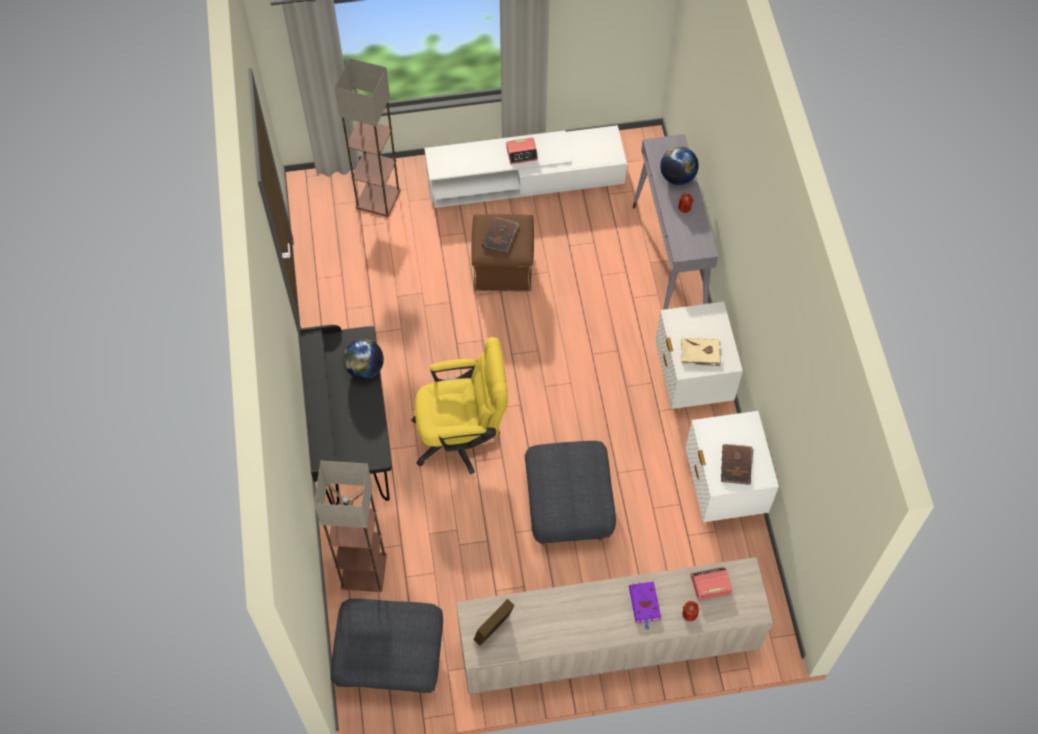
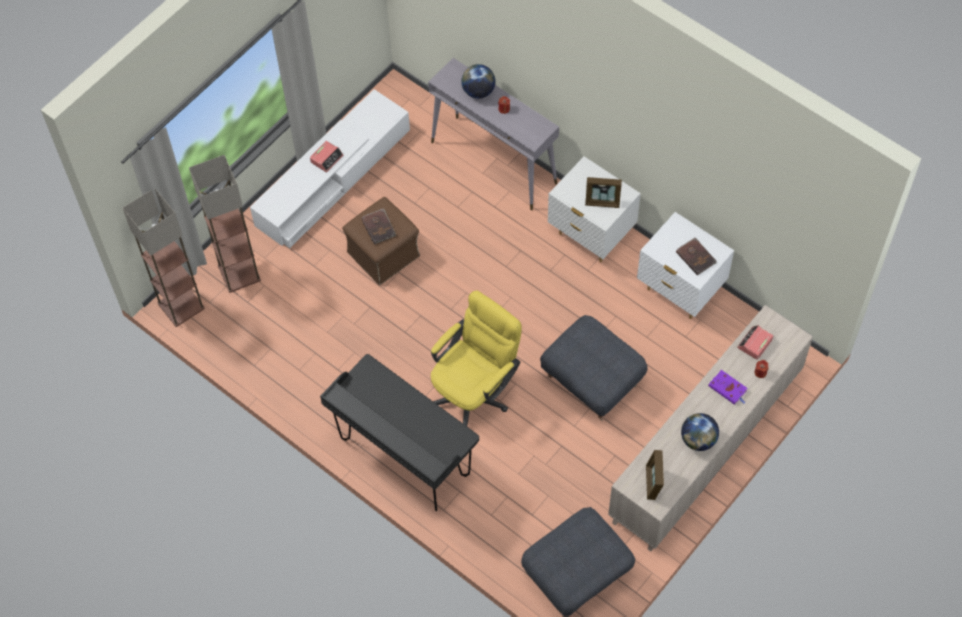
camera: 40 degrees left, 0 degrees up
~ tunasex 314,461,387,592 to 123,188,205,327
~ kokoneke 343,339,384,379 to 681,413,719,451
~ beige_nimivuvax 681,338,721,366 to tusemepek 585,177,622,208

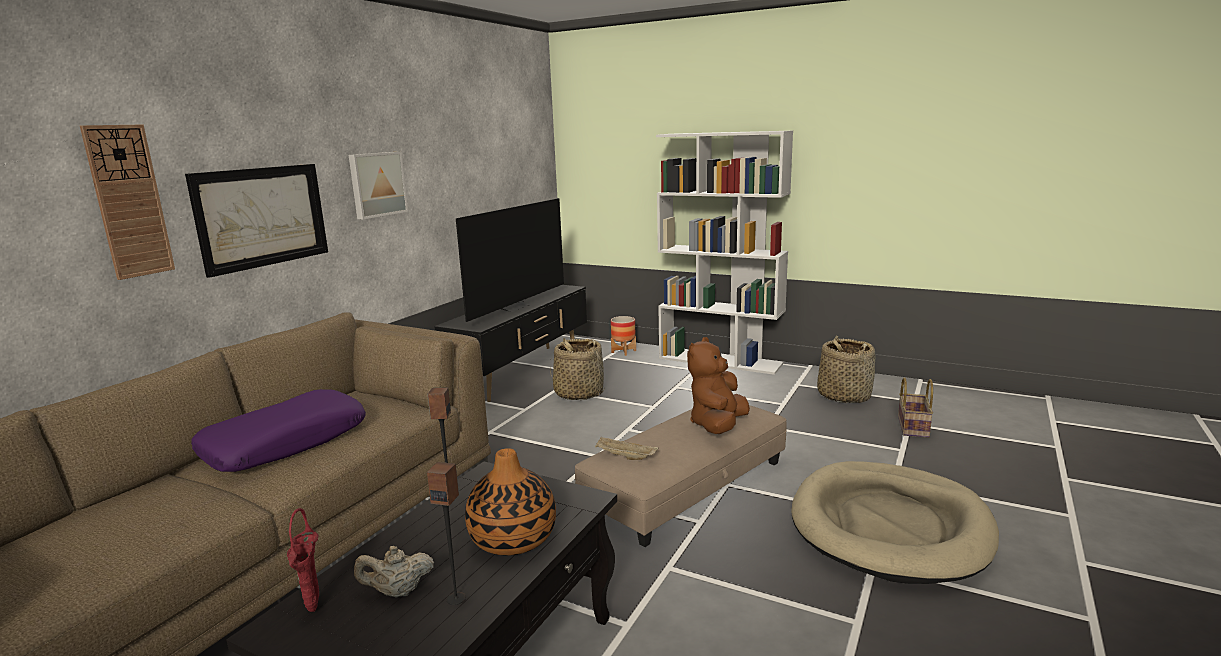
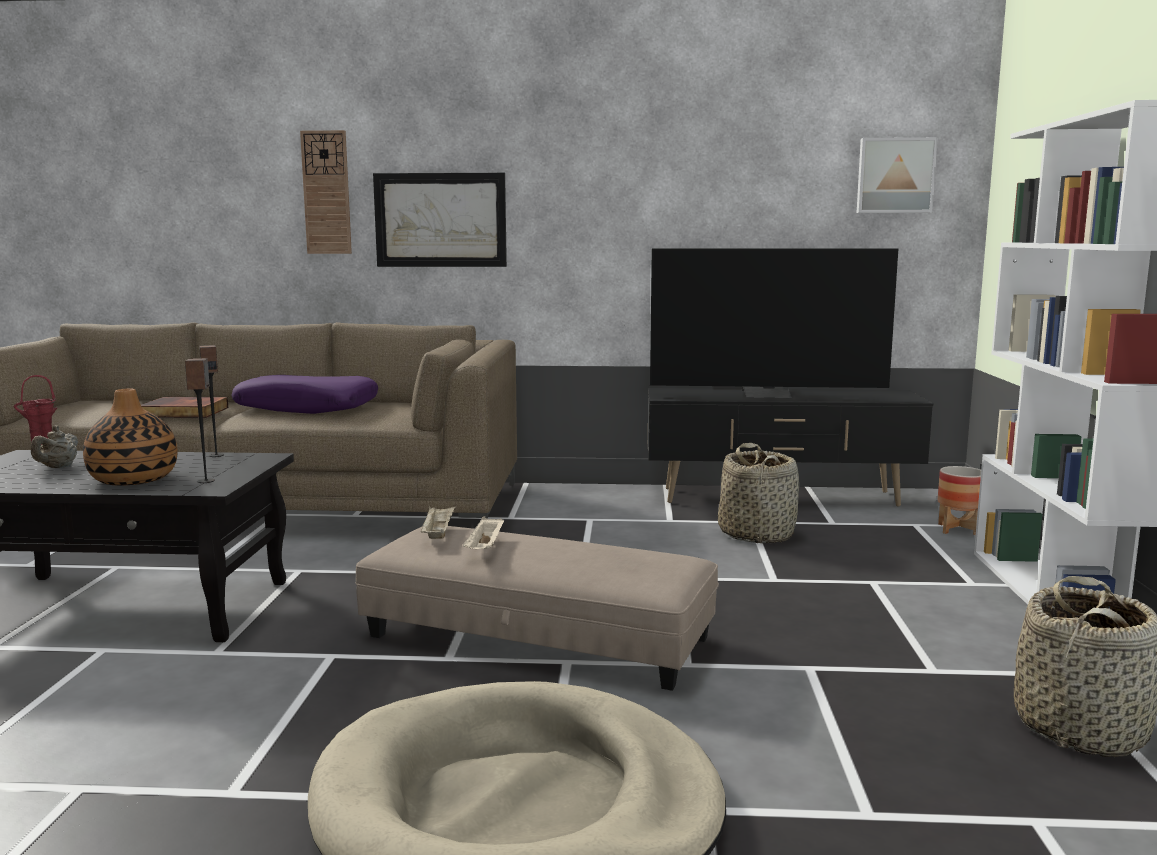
camera: 65 degrees right, 5 degrees down
~ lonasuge 349,152,408,219 to 857,137,938,213
~ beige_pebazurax 354,546,434,598 = 31,425,78,468 135 degrees counterclockwise
~ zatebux 427,462,466,605 to 185,358,215,483
- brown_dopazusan 687,337,750,434
- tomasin 898,377,933,438
+ nimivuvax 141,397,228,418
+ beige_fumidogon 463,516,504,549

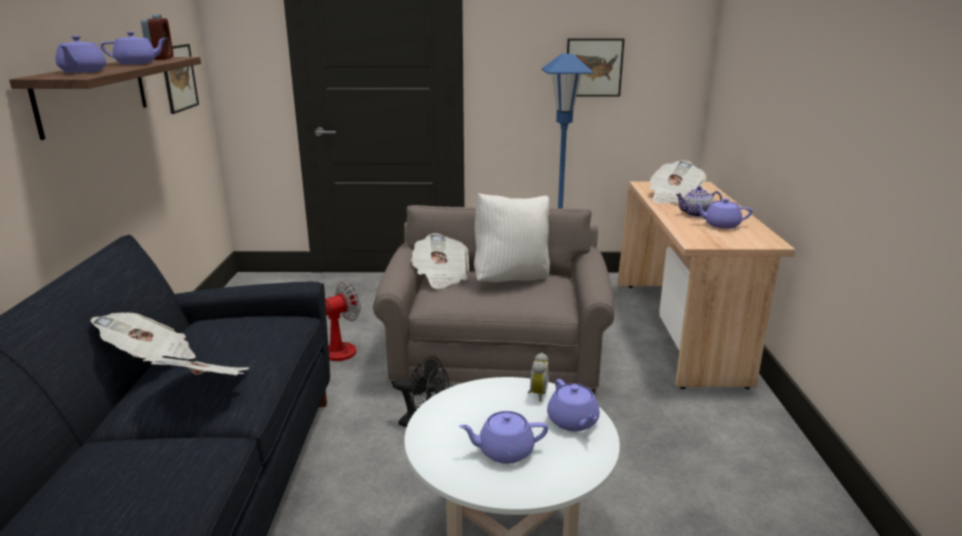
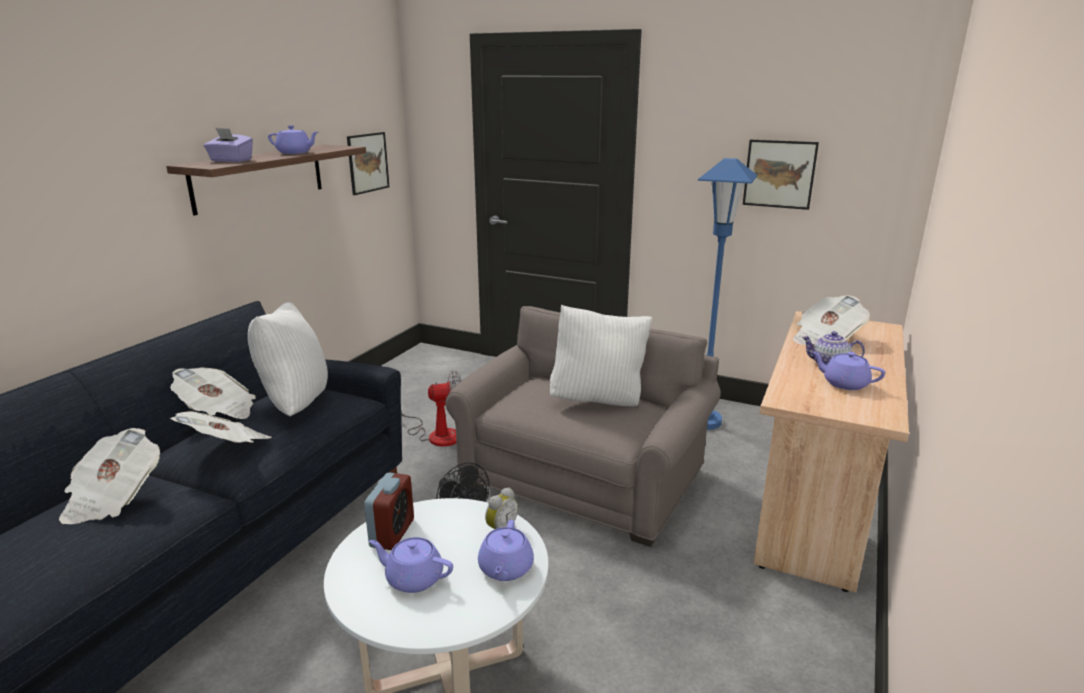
camera: 25 degrees right, 0 degrees up
~ purple_pebazurax 56,36,106,73 to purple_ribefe 204,128,253,162
~ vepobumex 141,14,174,60 to 364,473,414,550
~ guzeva 411,233,469,289 to 59,428,160,524
+ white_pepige 248,302,328,416

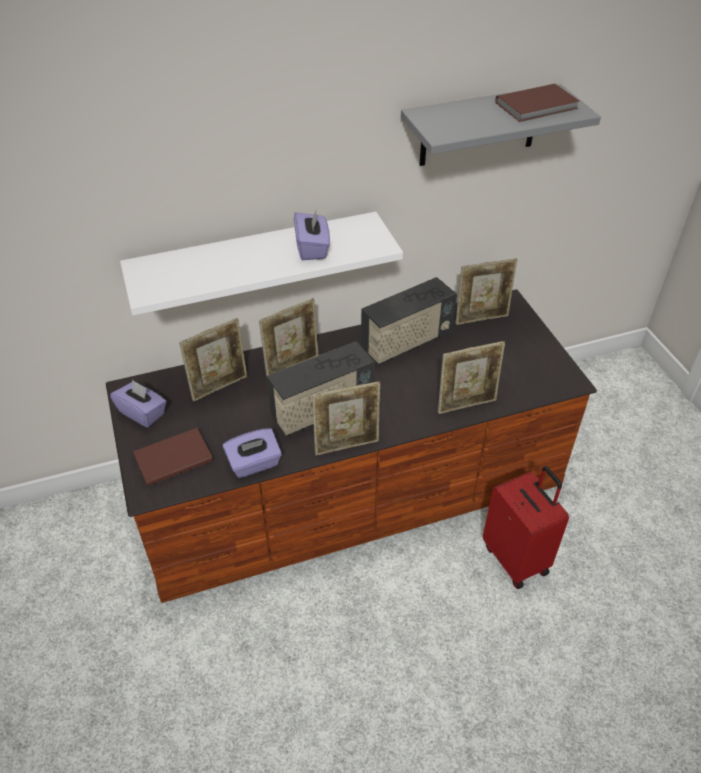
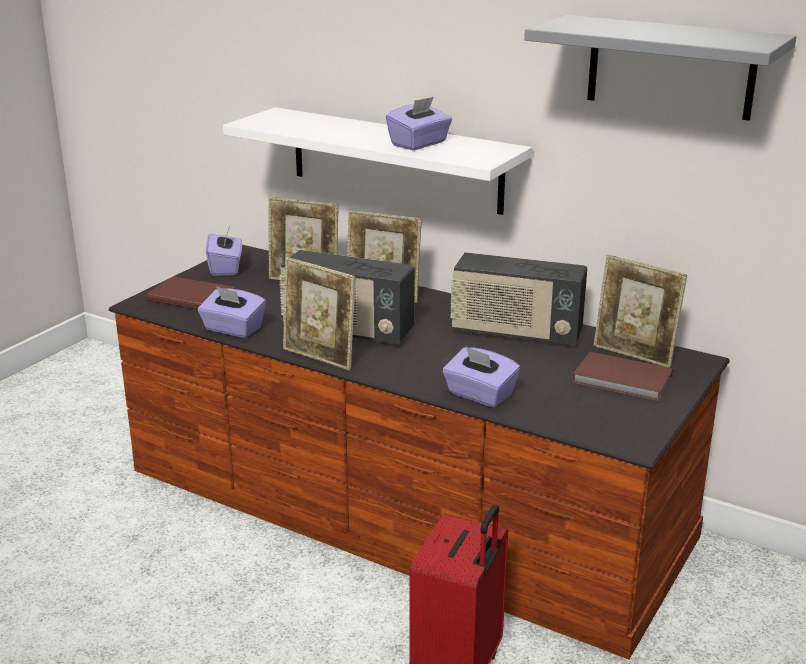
camera: 50 degrees right, 20 degrees down
~ tusemepek 438,341,505,414 to purple_ribefe 443,346,520,407
~ brown_nimivuvax 495,84,579,122 to 572,352,673,401

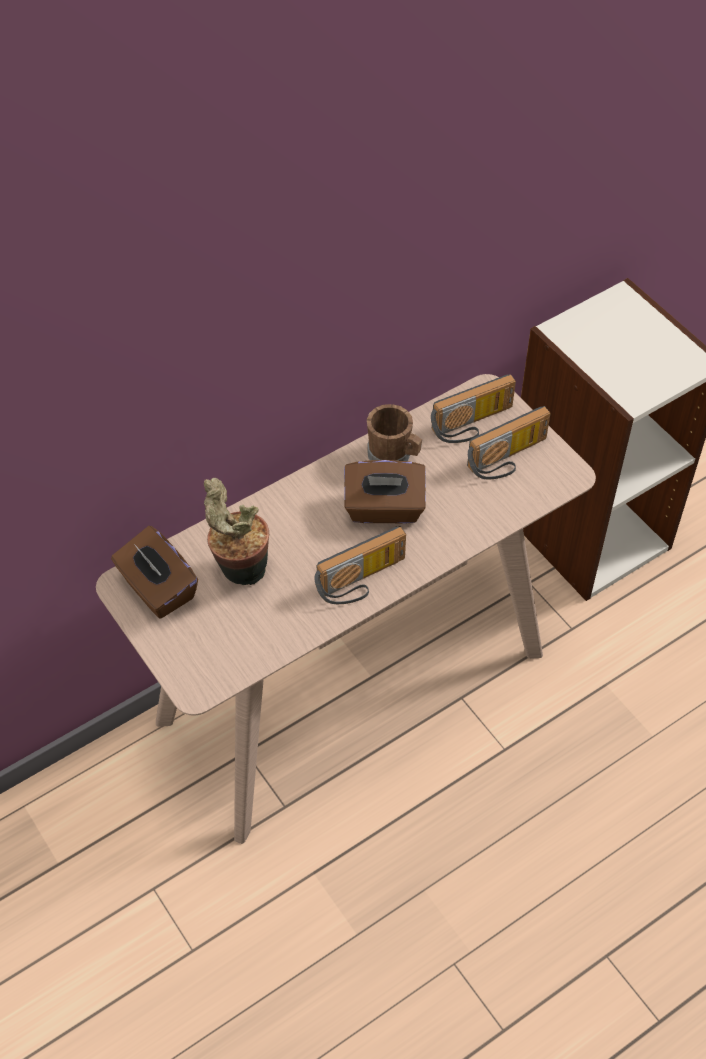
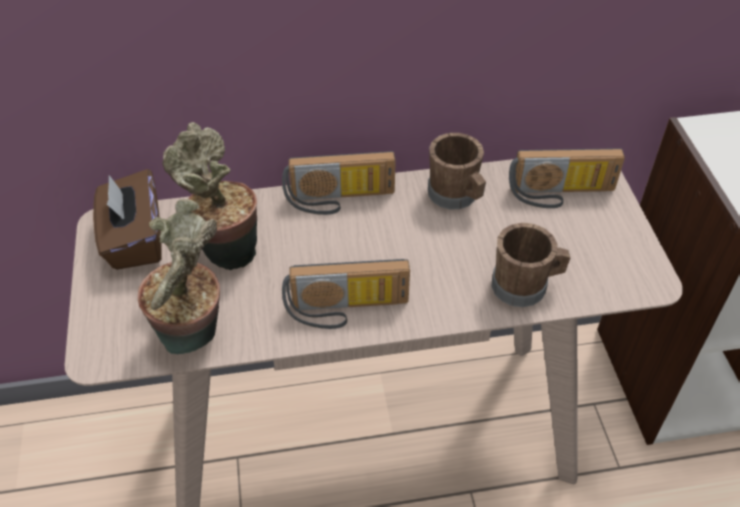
camera: 25 degrees right, 5 degrees down
- brown_ribefe 344,460,426,524
~ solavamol 467,406,550,479 to 282,151,396,215
+ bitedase 138,199,220,355
+ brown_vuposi 491,223,570,307

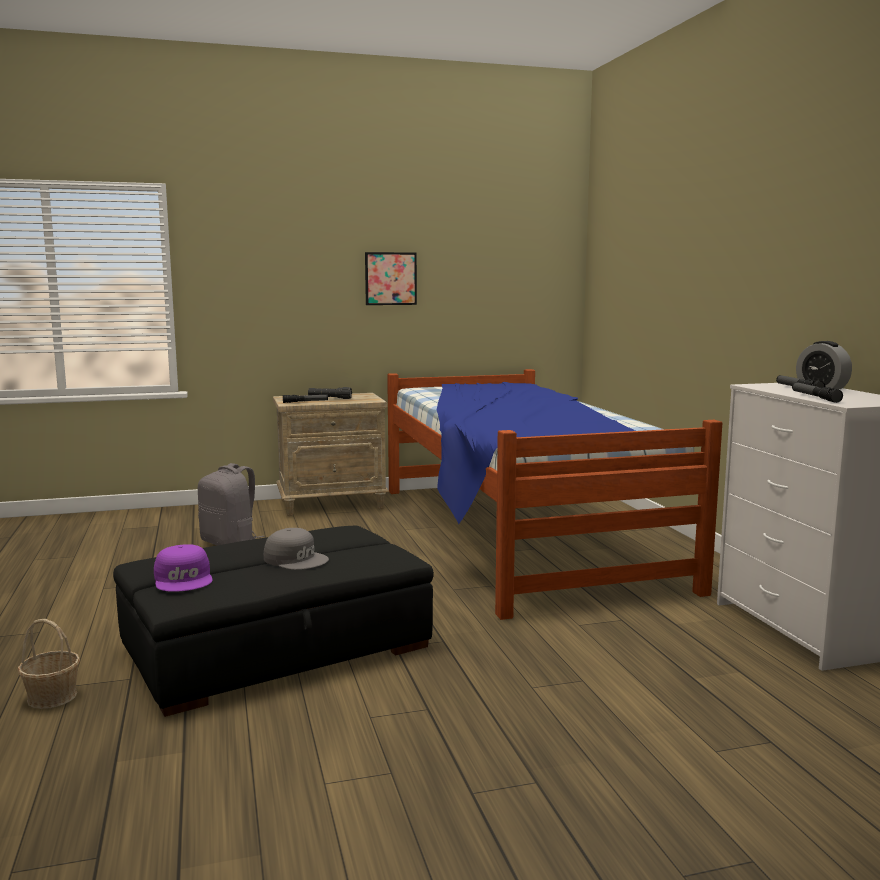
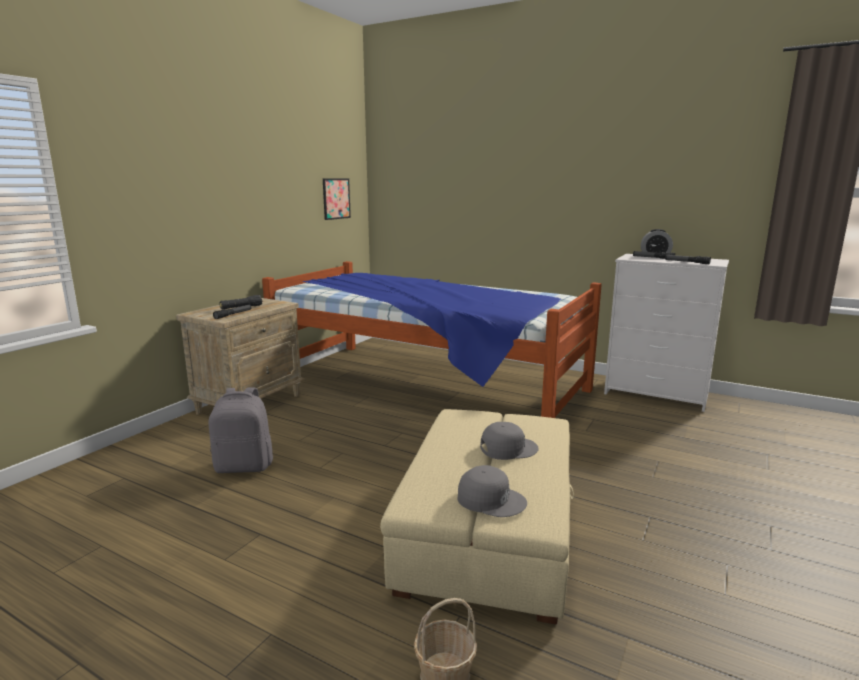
camera: 45 degrees left, 5 degrees up
~ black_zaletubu 113,525,434,717 to beige_zaletubu 380,409,574,624
~ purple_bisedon 154,544,213,592 to grey_bisedon 458,465,527,517
~ lonasuge 365,252,417,305 to 323,178,351,220

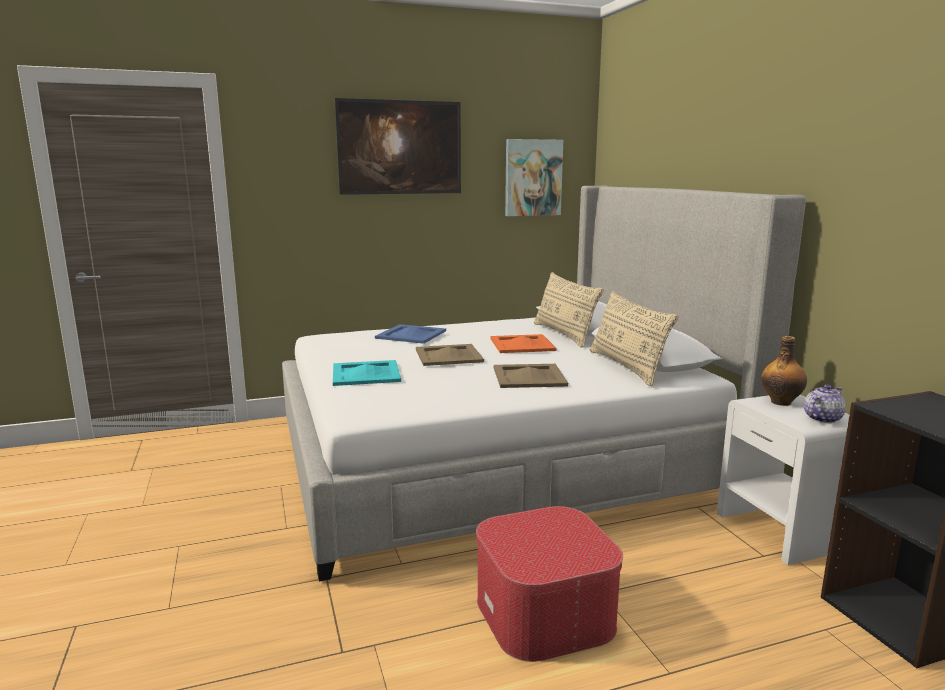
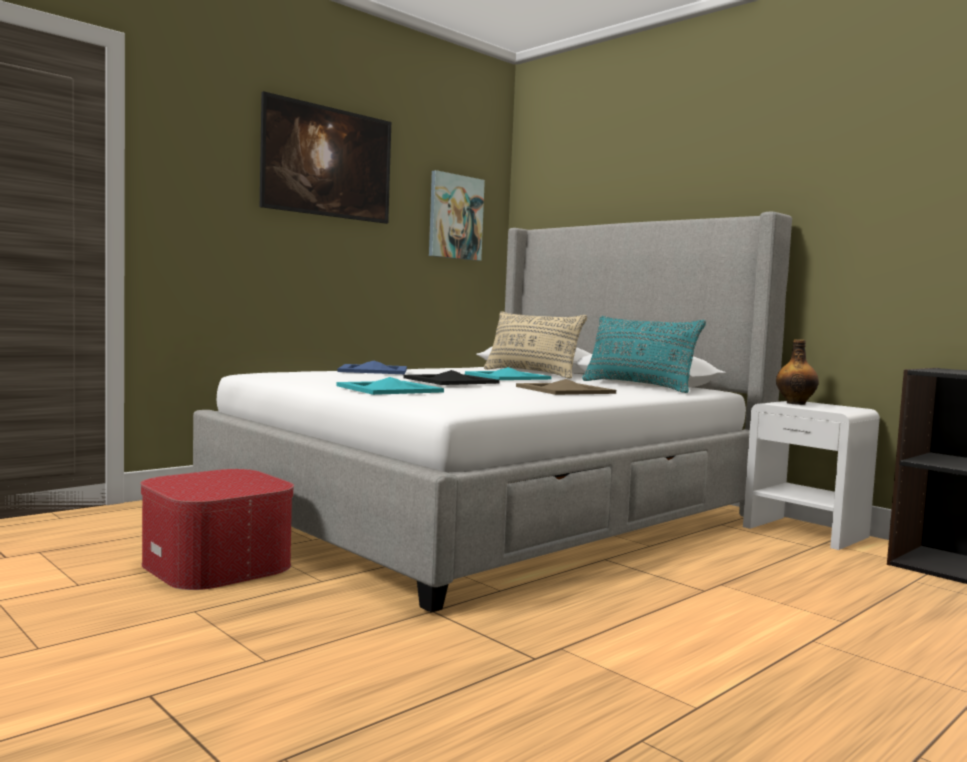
camera: 25 degrees left, 10 degrees down
~ beige_fumidogon 416,344,484,366 to black_fumidogon 404,370,500,385
~ zaletubu 476,506,623,662 to 140,469,294,590
~ orange_fumidogon 490,334,556,353 to turquoise_fumidogon 465,367,552,380
~ beige_pepige 590,291,678,386 to turquoise_pepige 582,316,706,393
- pebazurax 804,385,846,423

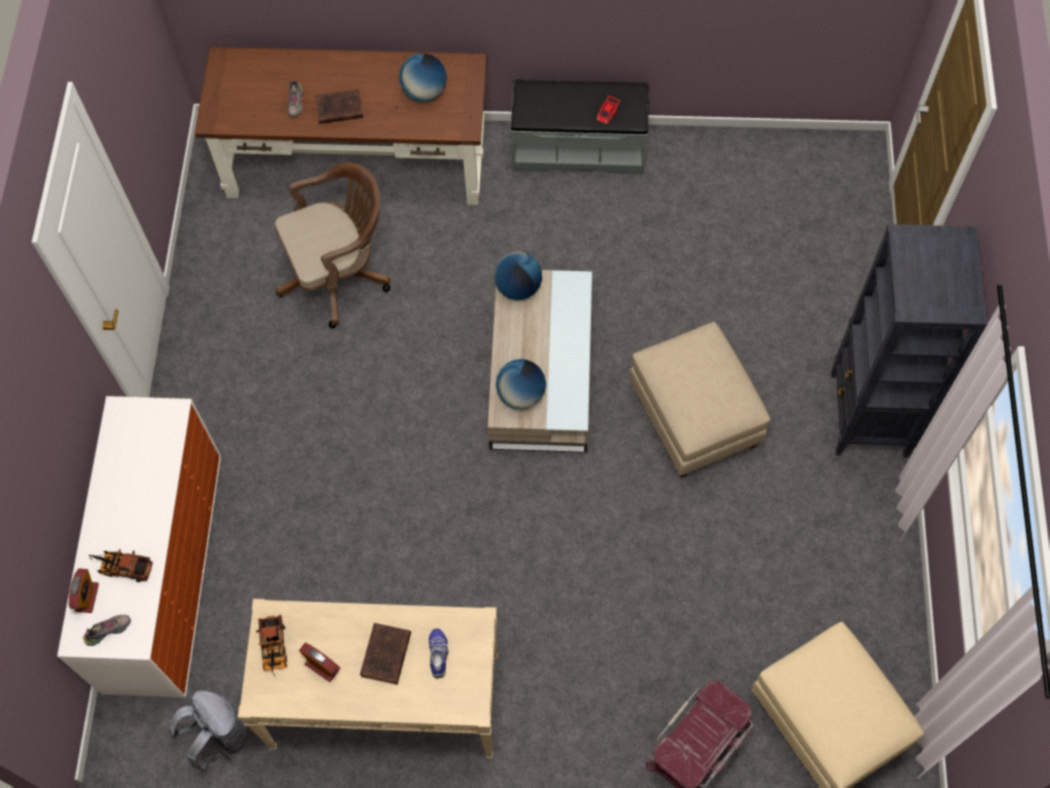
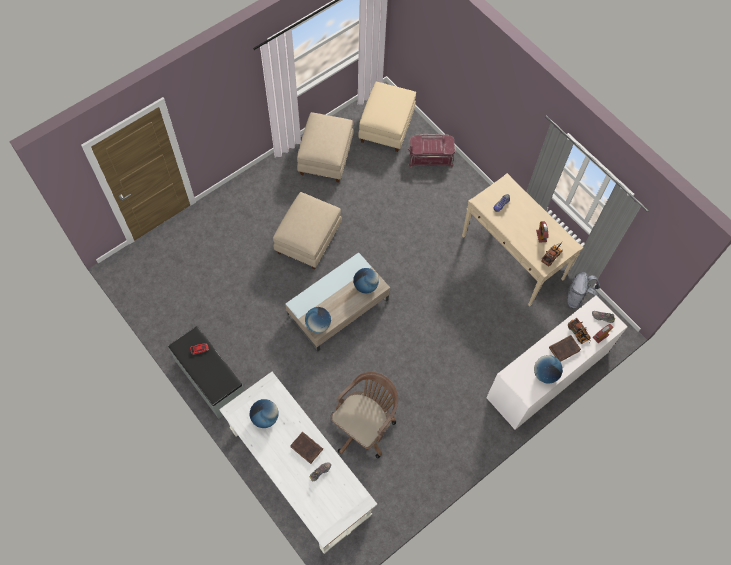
camera: 135 degrees left, 0 degrees up
~ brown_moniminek 194,47,487,205 to white_moniminek 219,372,378,554
~ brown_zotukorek 275,162,390,328 = 330,372,398,458 105 degrees clockwise
~ brown_nimivuvax 360,623,411,685 to 549,335,581,362
- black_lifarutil 831,224,987,458
+ beige_zaletubu 297,112,353,182
+ kokoneke 534,355,563,384

